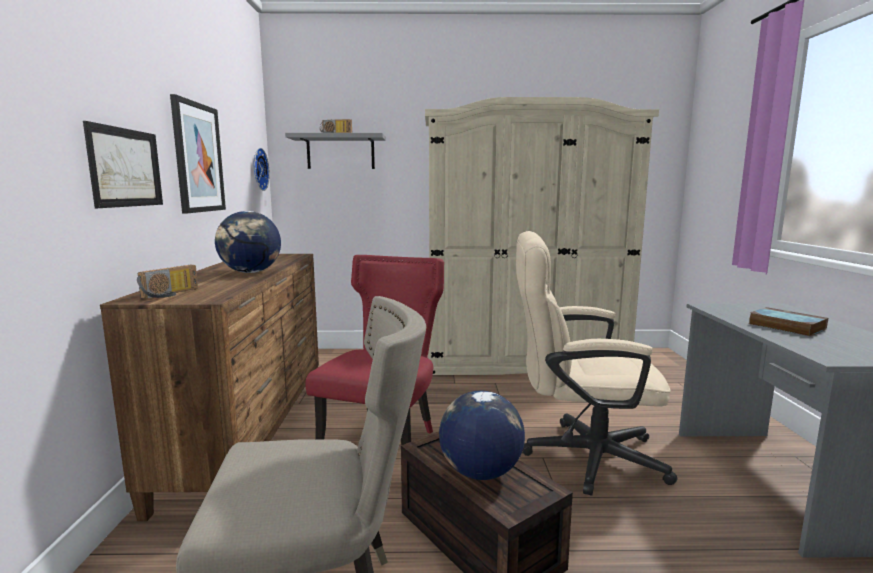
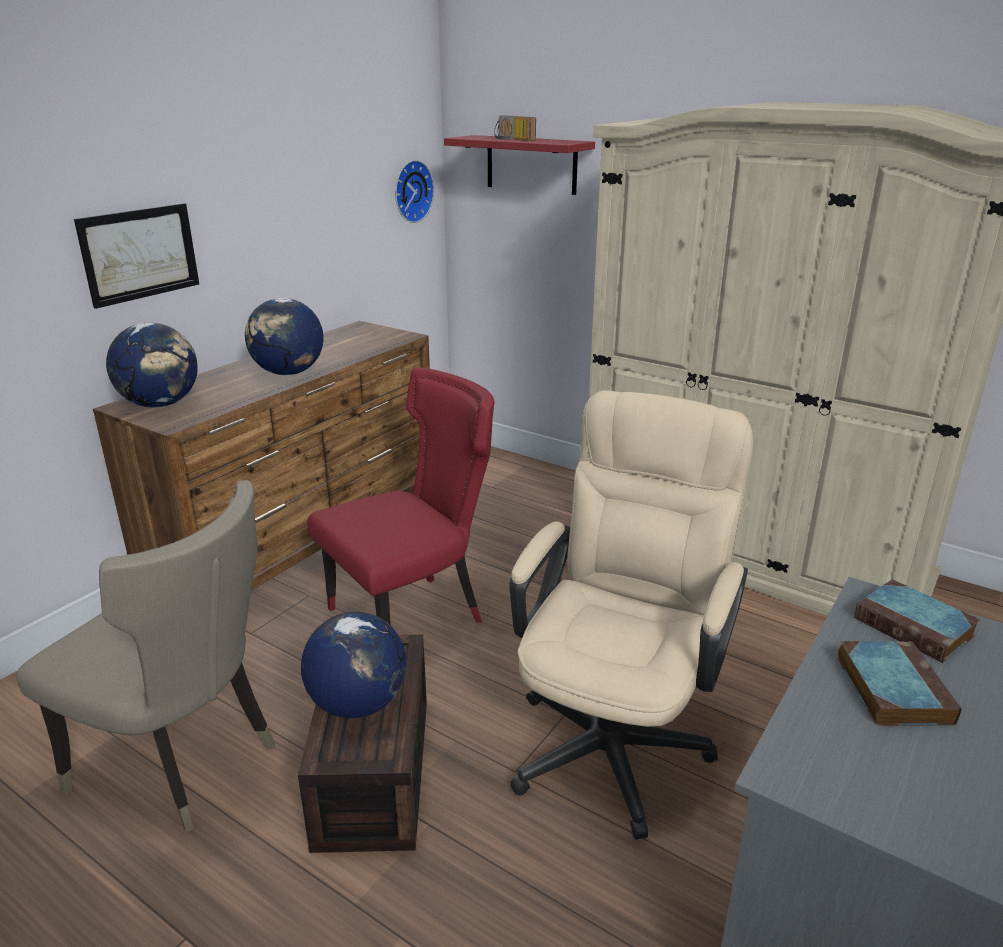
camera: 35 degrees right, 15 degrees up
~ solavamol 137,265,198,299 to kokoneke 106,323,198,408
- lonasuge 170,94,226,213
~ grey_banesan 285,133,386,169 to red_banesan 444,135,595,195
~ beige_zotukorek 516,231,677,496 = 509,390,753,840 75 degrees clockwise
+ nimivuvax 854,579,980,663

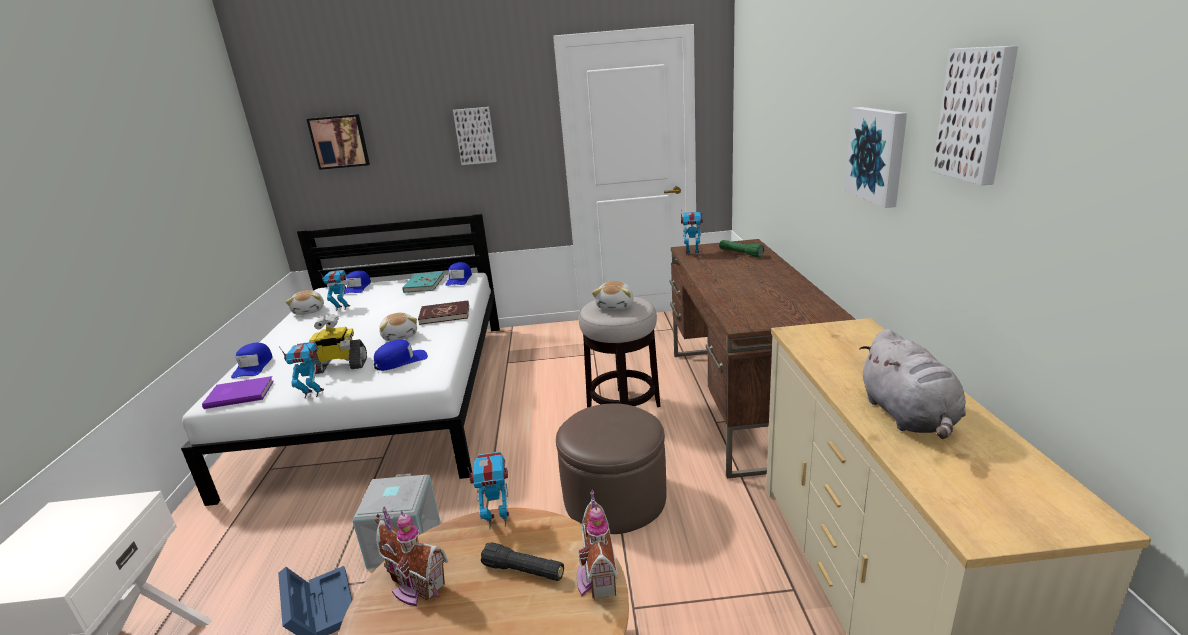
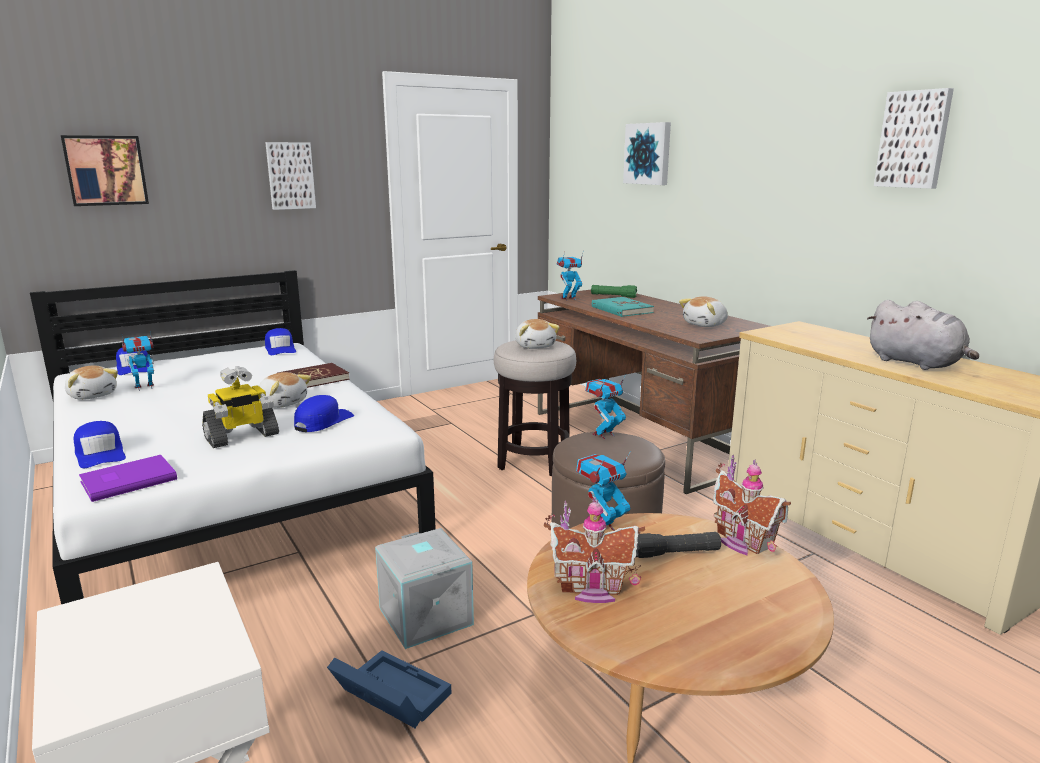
camera: 30 degrees left, 5 degrees down
~ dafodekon 279,342,324,399 to 585,375,626,439
~ turquoise_nimivuvax 402,272,444,293 to 592,297,654,317
~ lonasuge 845,107,907,208 to 623,122,671,185
+ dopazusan 679,296,728,327

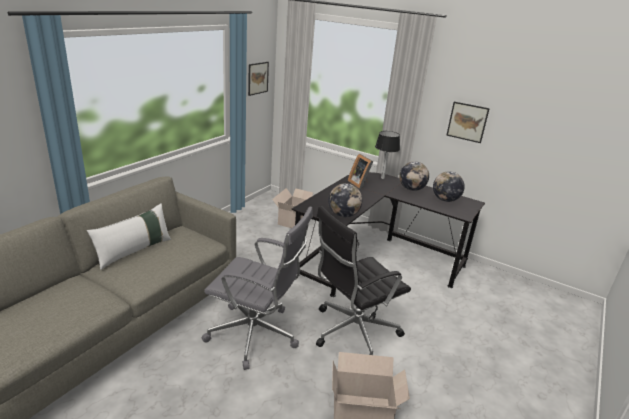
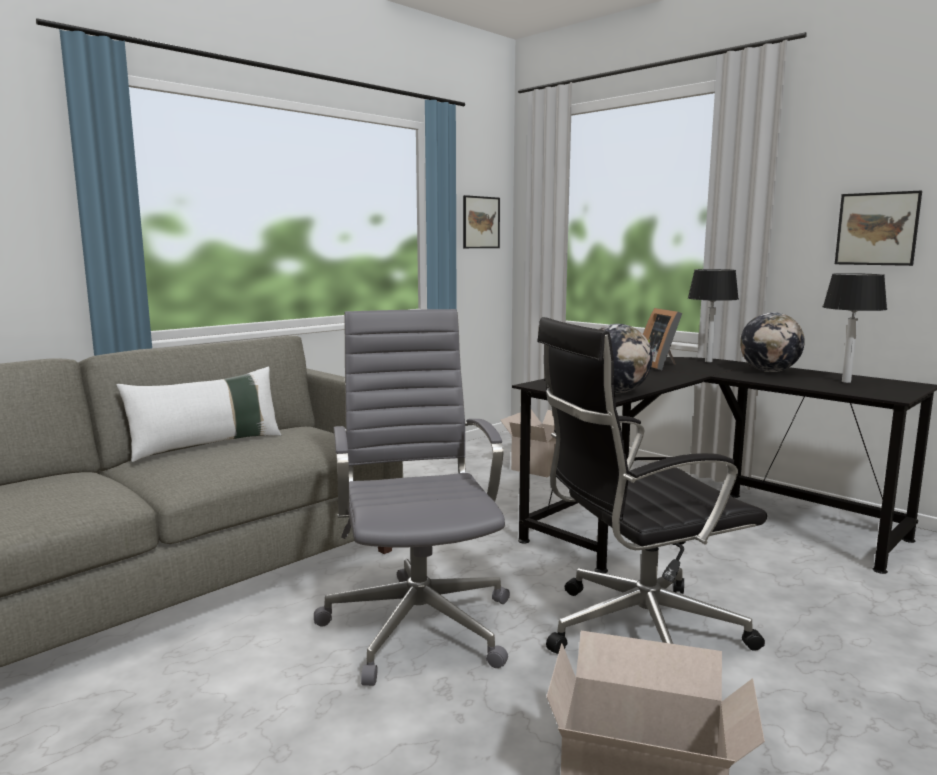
camera: 15 degrees right, 15 degrees down
~ grey_zotukorek 202,206,313,370 = 314,309,510,686 135 degrees counterclockwise
~ kokoneke 433,171,465,202 to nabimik 823,273,887,383

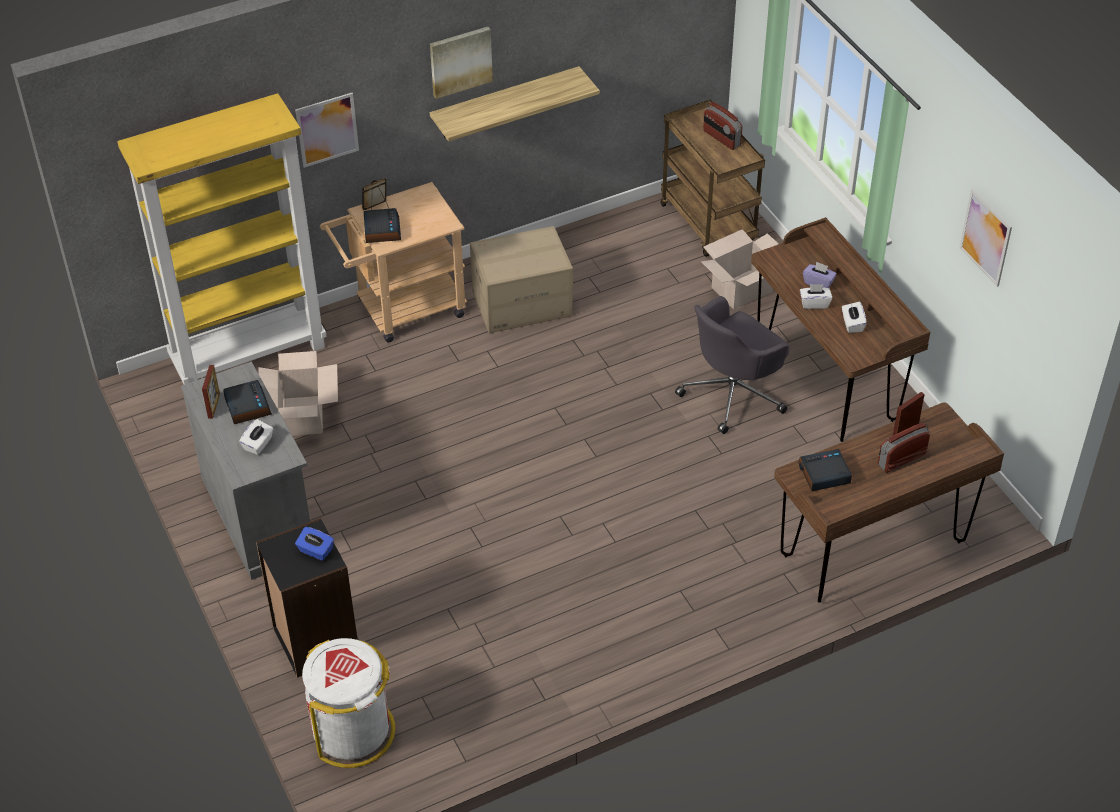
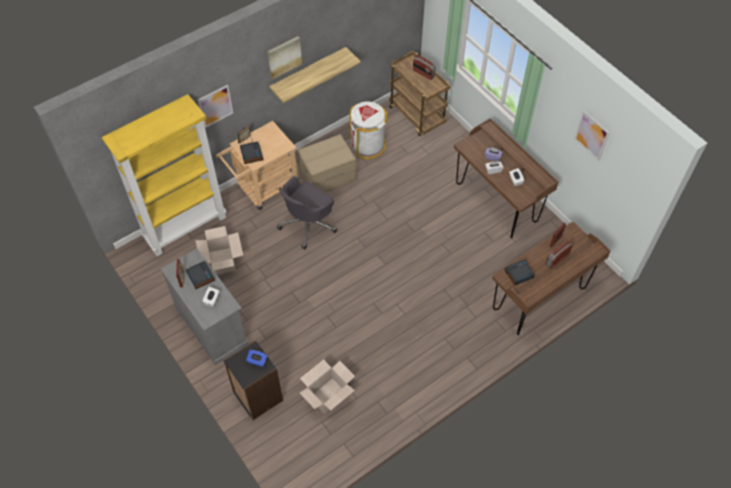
camera: 10 degrees left, 10 degrees up
~ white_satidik 302,638,395,768 to 350,101,388,159
~ grey_zotukorek 675,296,790,434 to 277,176,337,249
~ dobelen 701,229,778,309 to 300,359,355,414

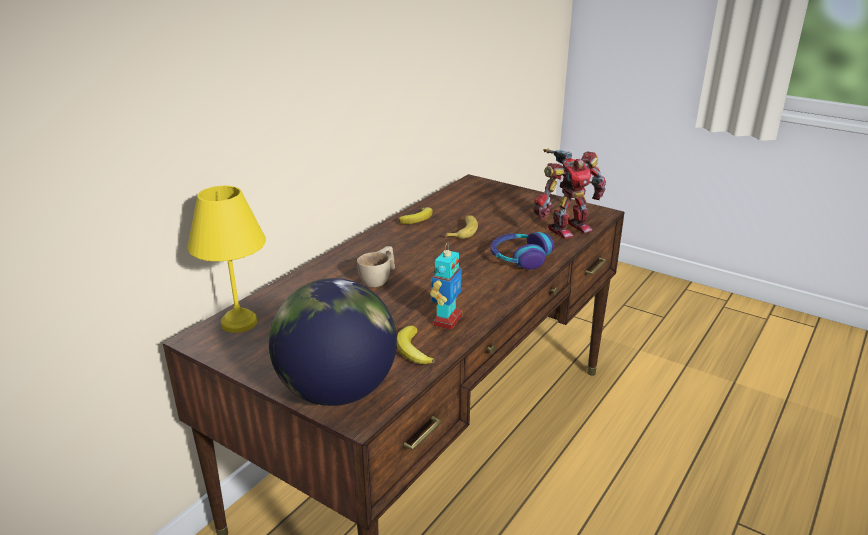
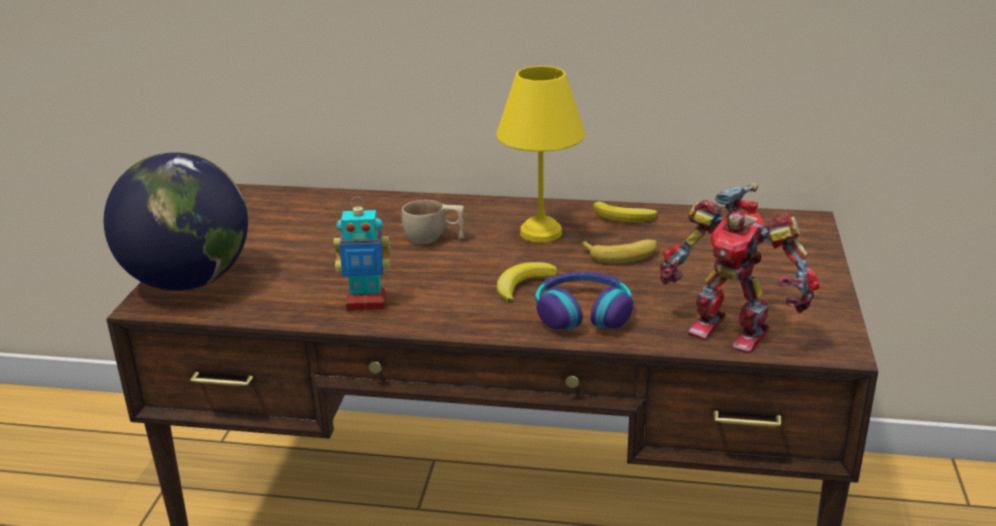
camera: 65 degrees right, 0 degrees up
~ yellow_nabimik 187,185,266,333 to 497,66,585,242
~ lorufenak 397,325,435,364 to 497,262,558,303

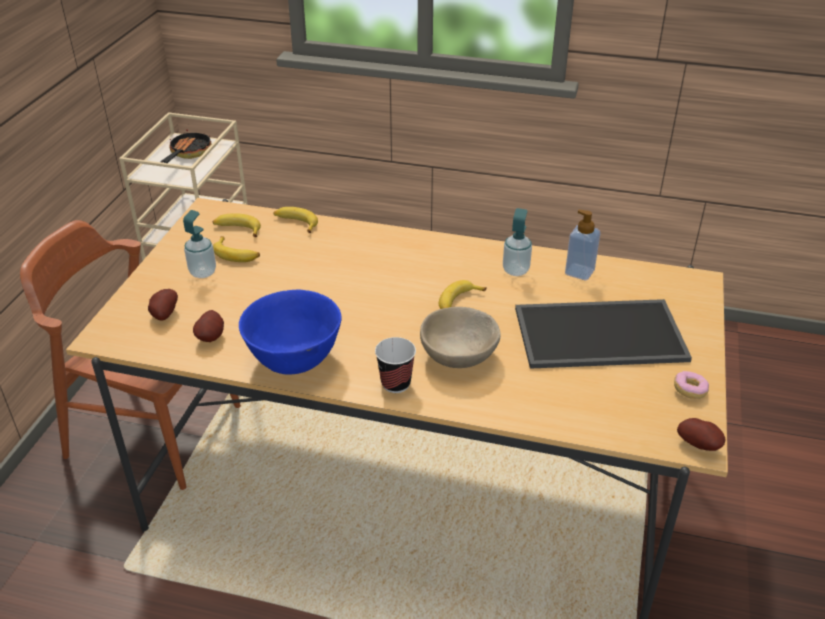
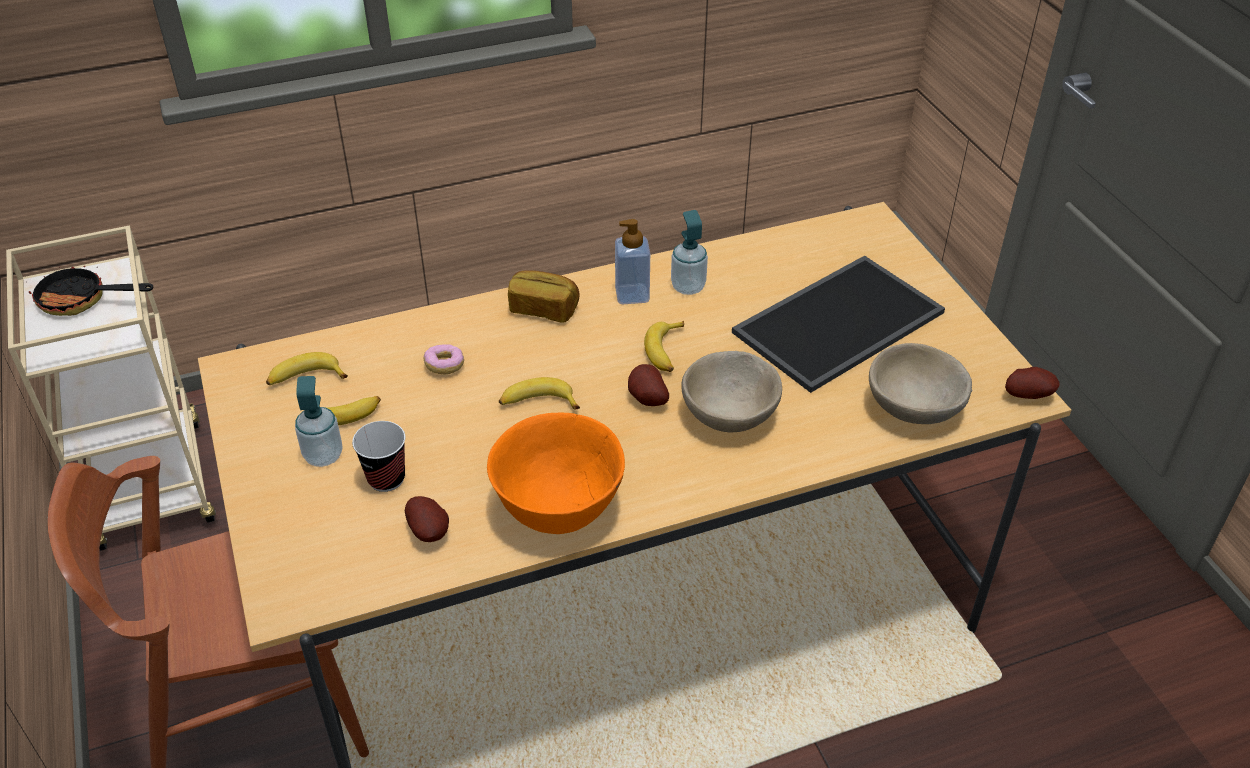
camera: 35 degrees left, 5 degrees up
~ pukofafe 148,289,178,321 to 628,364,669,406
~ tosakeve 161,129,211,163 = 29,258,154,316 60 degrees counterclockwise
~ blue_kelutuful 239,290,341,375 to orange_kelutuful 487,412,625,534
~ lorufenak 273,207,318,233 to 499,377,580,410
~ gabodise 375,337,416,393 to 352,421,405,492
~ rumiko 565,209,601,280 to 615,219,650,304
~ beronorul 674,371,709,399 to 423,345,464,375
+ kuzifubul 508,270,579,323
+ beige_kelutuful 869,343,973,424

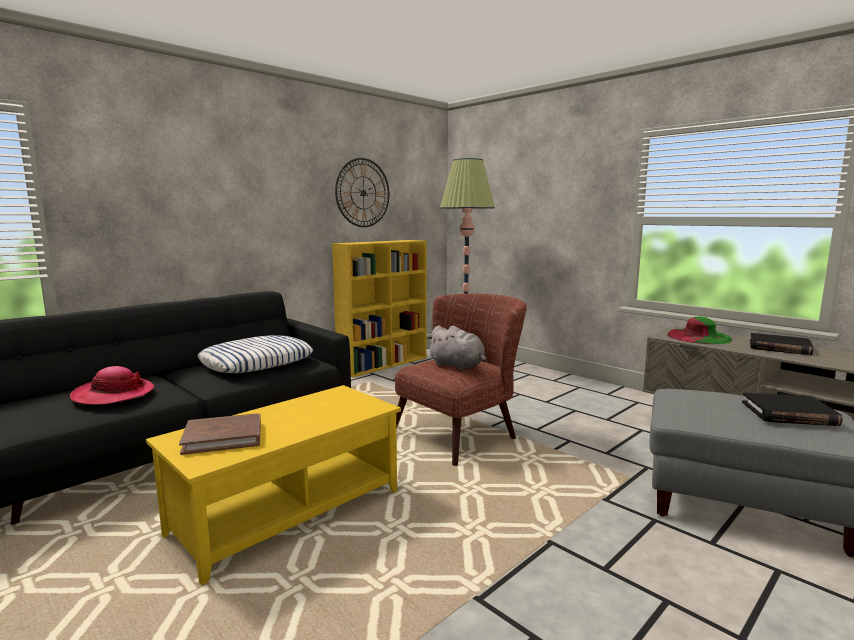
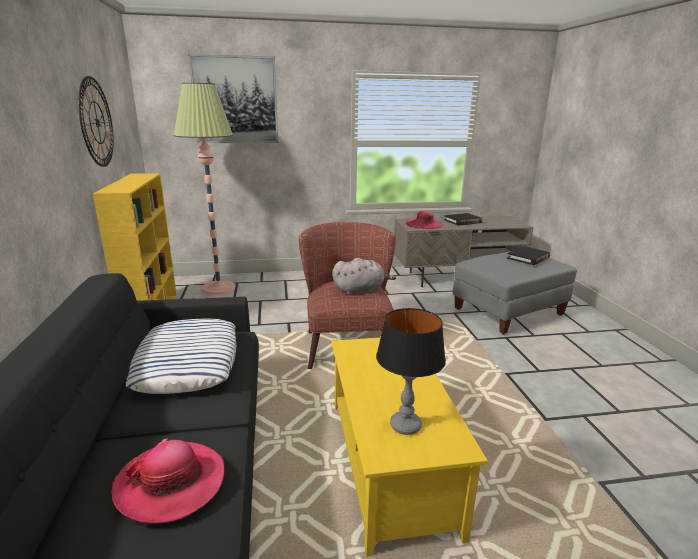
camera: 55 degrees left, 10 degrees up
~ brown_nimivuvax 179,413,261,455 to nabimik 376,308,446,435
~ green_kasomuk 667,316,732,344 to pink_kasomuk 406,210,443,229
+ lonasuge 188,54,278,143

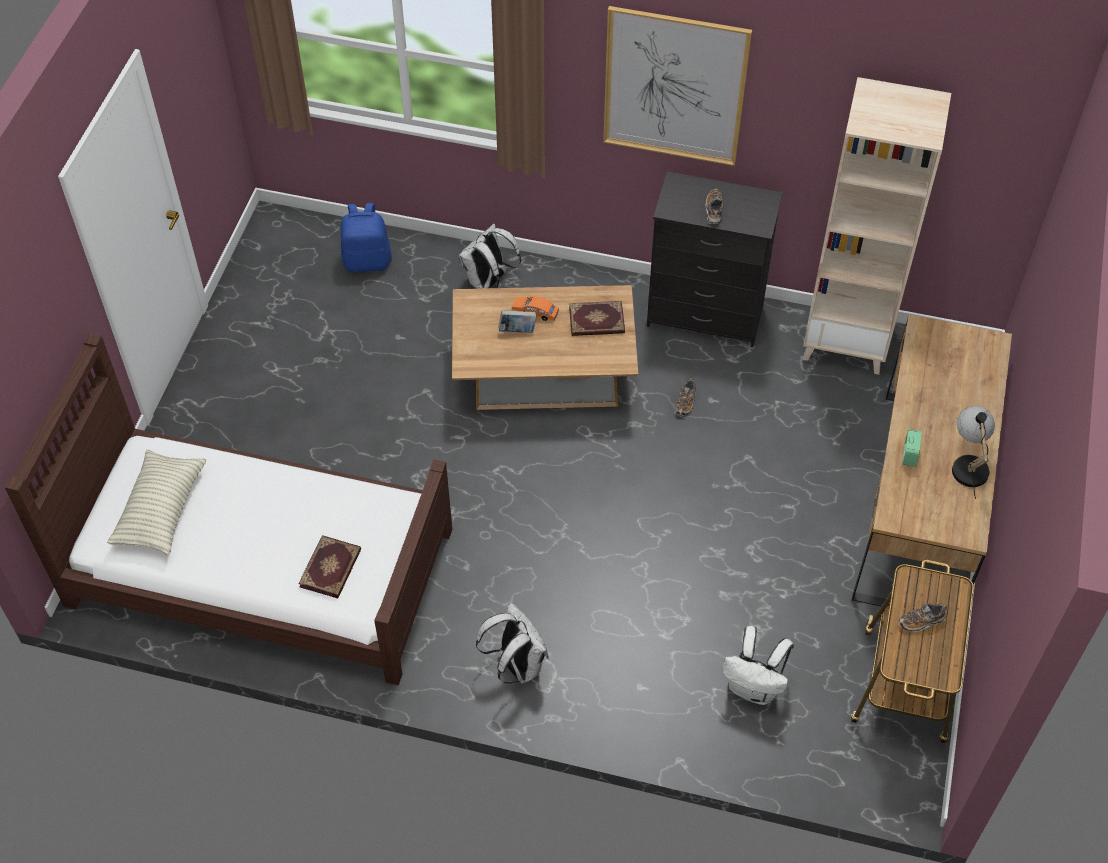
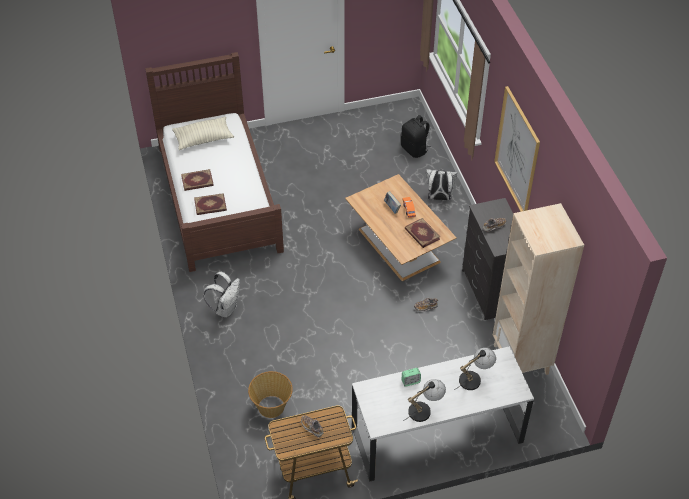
camera: 60 degrees right, 5 degrees down
~ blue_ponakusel 340,203,392,272 to black_ponakusel 401,115,431,158
~ white_ponakusel 722,626,794,705 to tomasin 248,371,293,418
~ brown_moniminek 852,314,1012,617 to white_moniminek 352,346,534,482
+ nimivuvax 181,169,214,191
+ nabimik 454,348,496,390

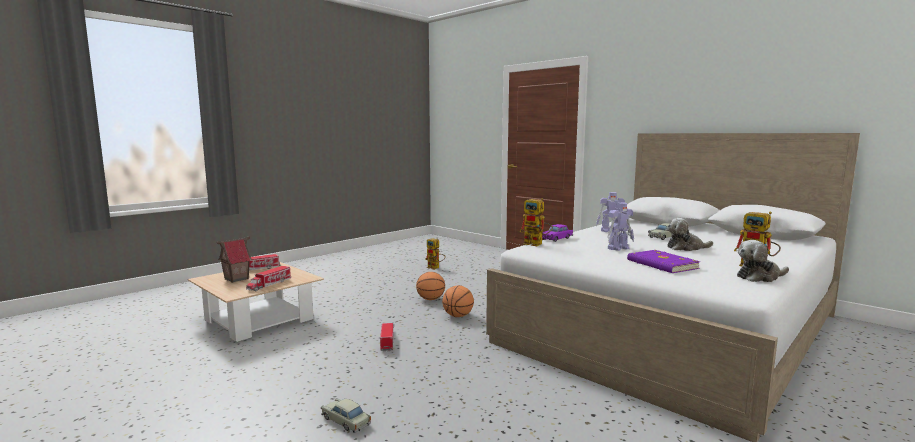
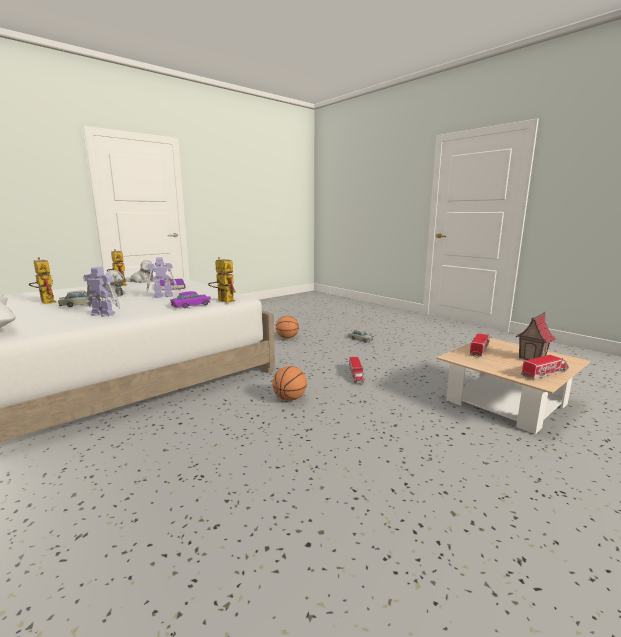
camera: 175 degrees left, 5 degrees up
~ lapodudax 416,272,445,300 to 276,316,299,339
~ dafodekon 425,238,446,270 to 29,257,56,304

